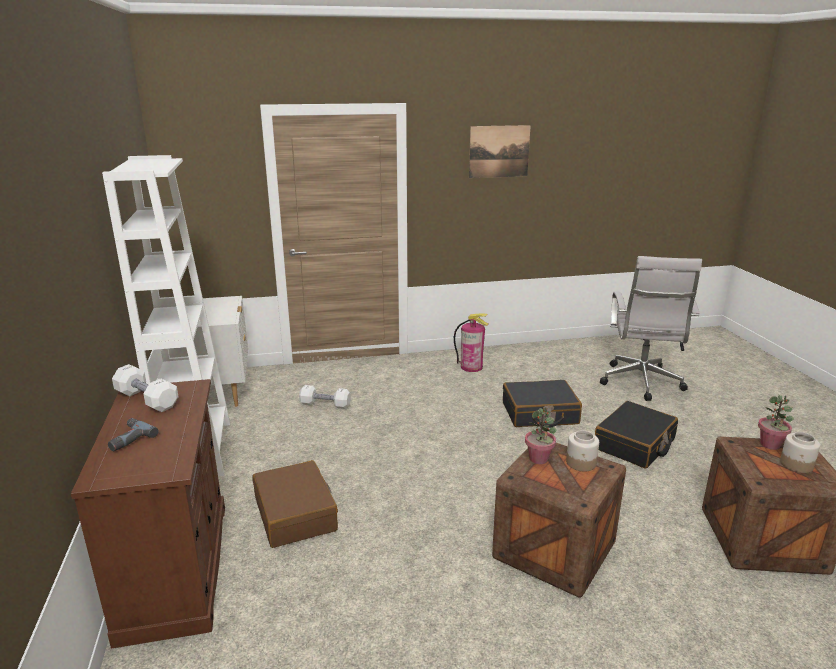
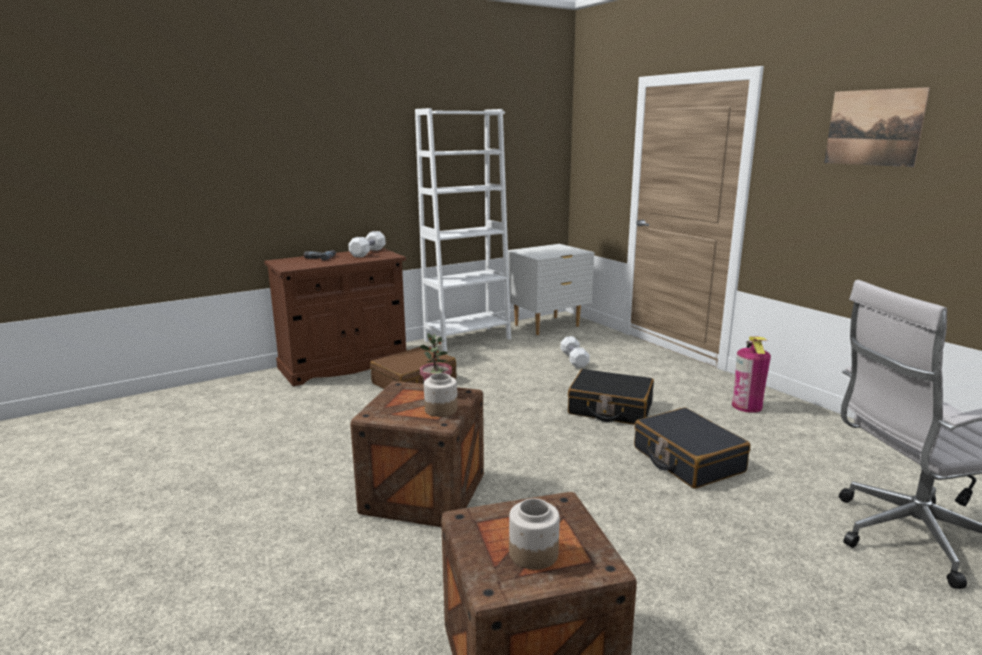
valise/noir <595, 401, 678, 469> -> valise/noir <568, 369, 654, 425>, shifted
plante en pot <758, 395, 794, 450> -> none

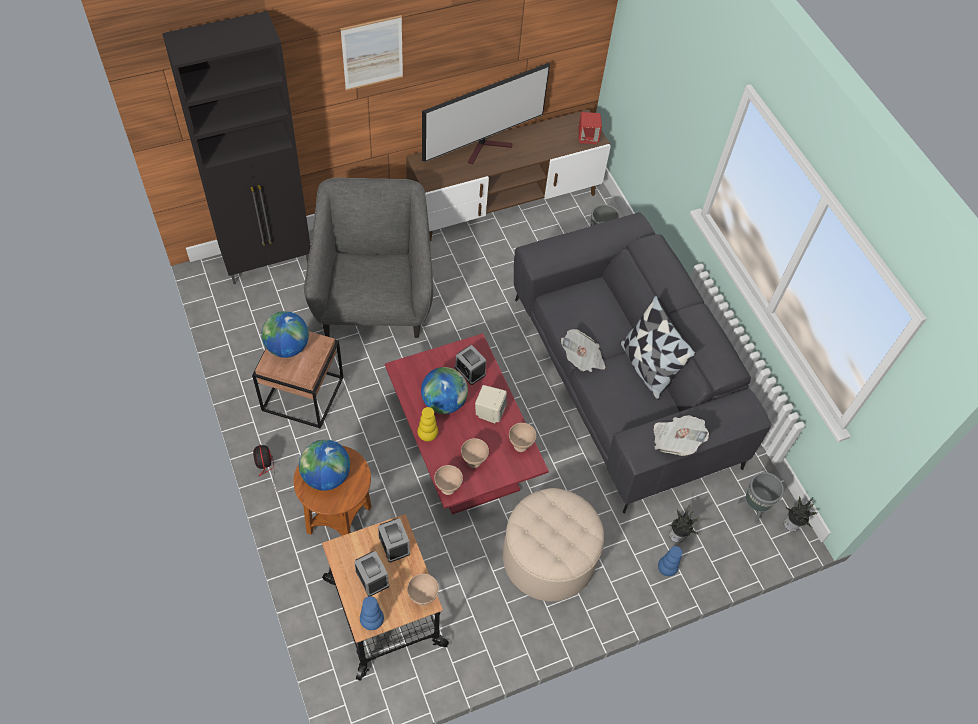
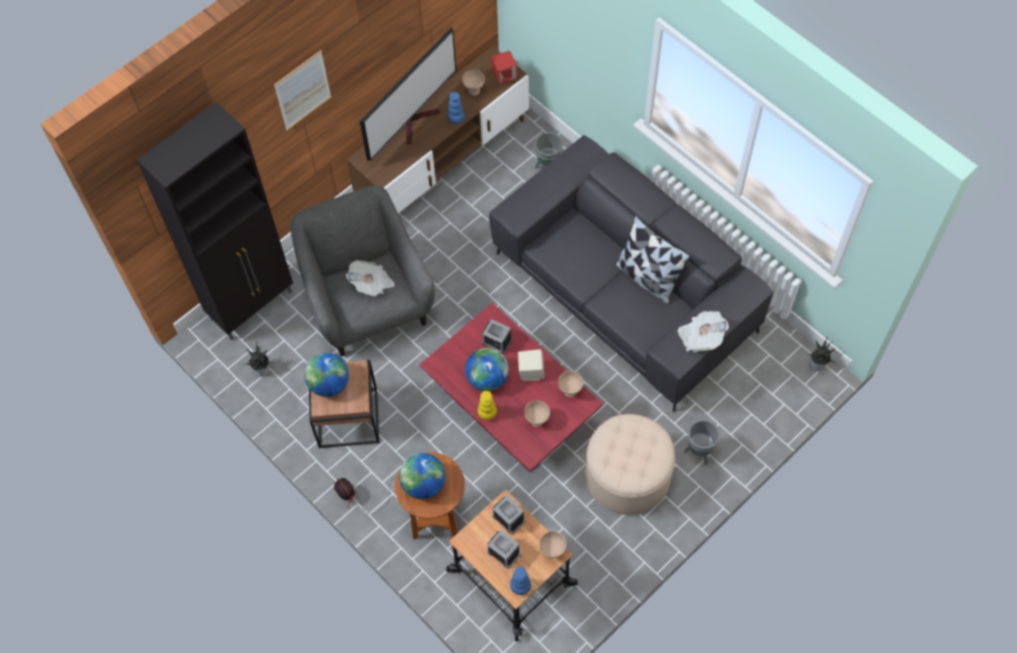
plante en pot <669, 505, 700, 543> -> plante en pot <243, 342, 273, 377>, shifted
journal <561, 329, 606, 372> -> journal <346, 260, 395, 296>, shifted
vase/bleu <658, 546, 683, 576> -> vase/bleu <447, 92, 465, 124>, shifted
bol/beige <434, 465, 463, 495> -> bol/beige <462, 70, 485, 96>, shifted
cache-pot/gris <738, 472, 784, 523> -> cache-pot/gris <684, 420, 720, 465>, shifted

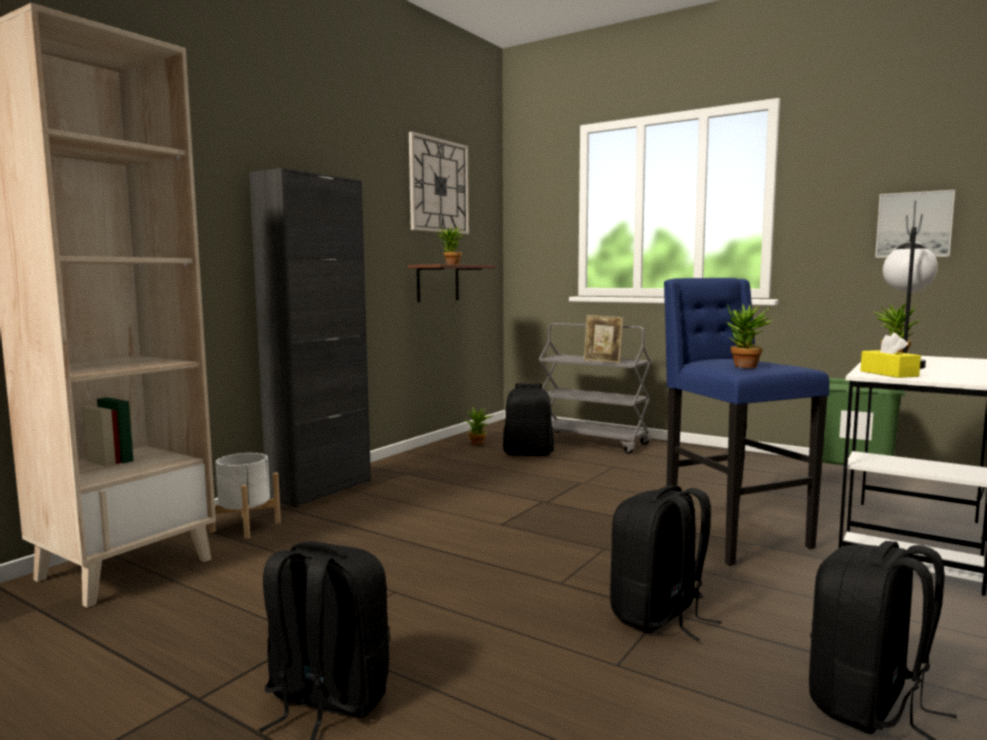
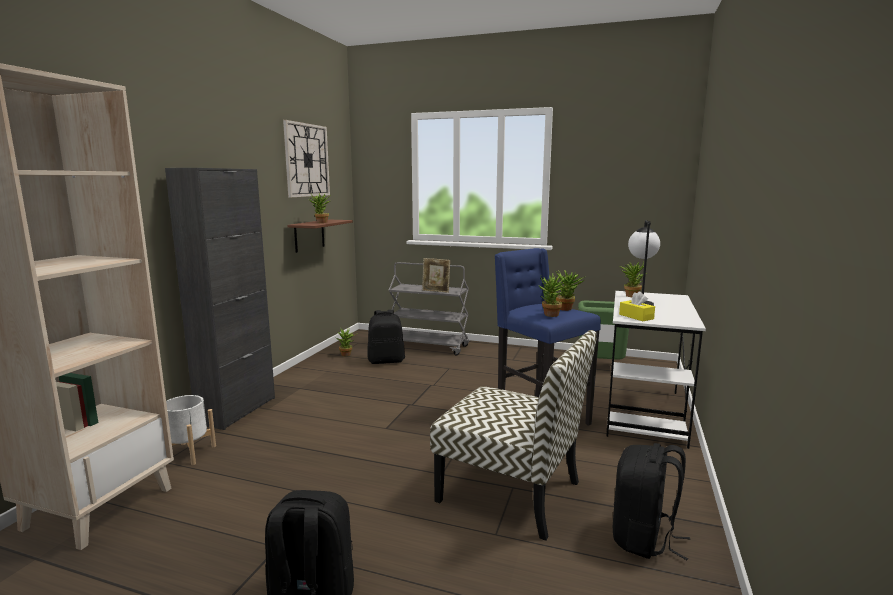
sac à dos/noir <610, 486, 721, 641> -> chaise <430, 330, 597, 541>
none -> plante en pot <556, 270, 586, 311>
tableau <875, 190, 955, 258> -> none

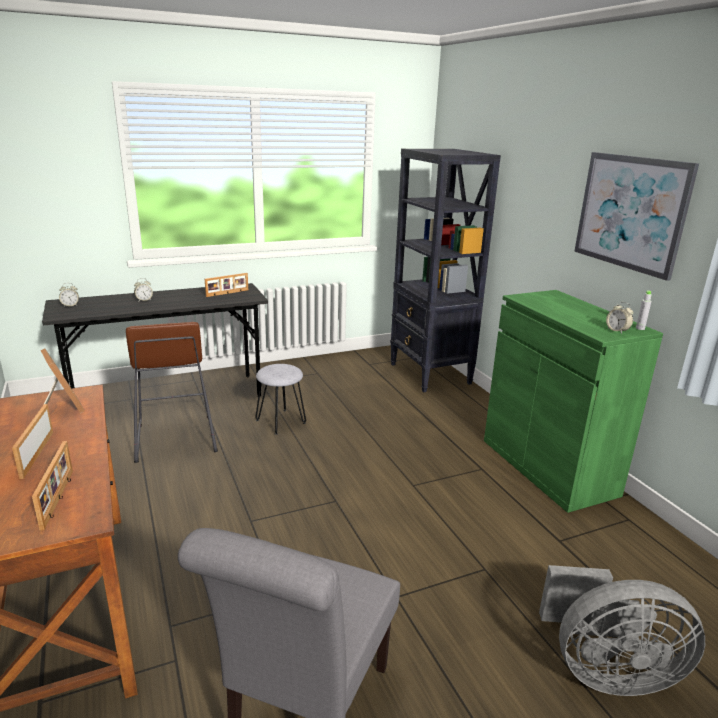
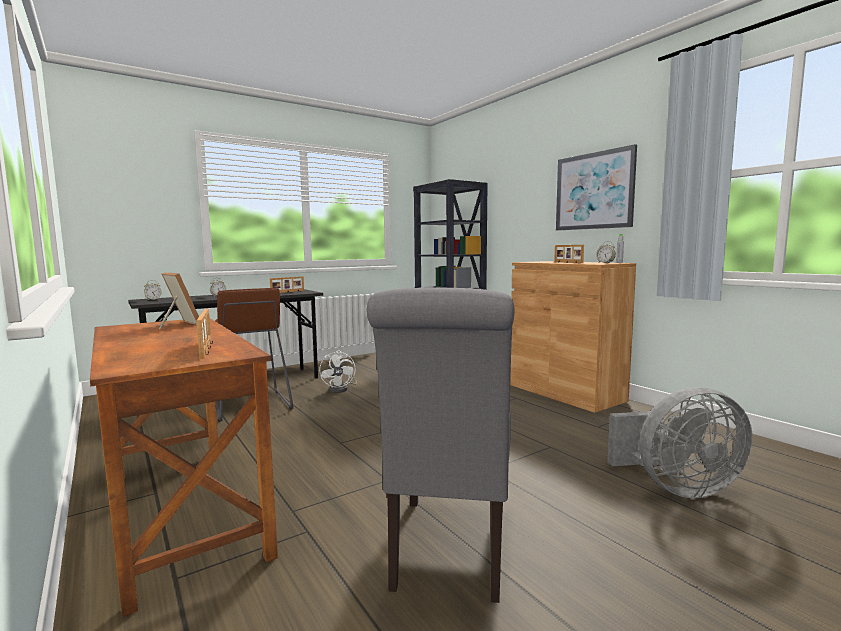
tabouret/gris <255, 364, 306, 435> -> ventilateur/blanc <319, 351, 357, 393>
meuble de rangement/vert <484, 290, 663, 513> -> meuble de rangement/marron <510, 261, 636, 413>
cadre photo <12, 404, 53, 479> -> cadre photo <554, 245, 584, 263>, shifted

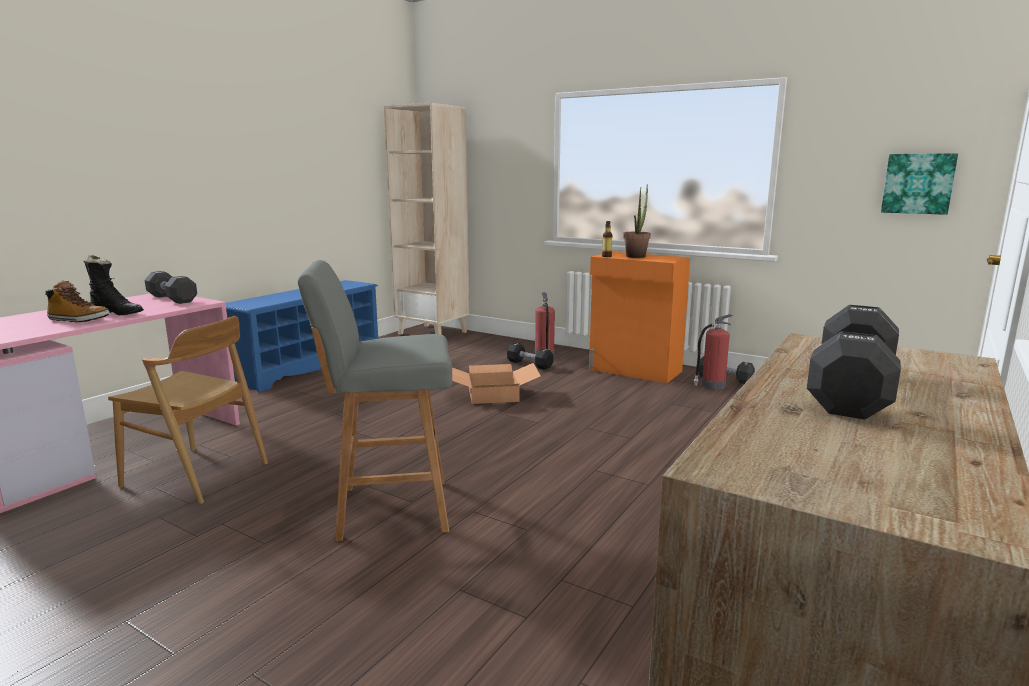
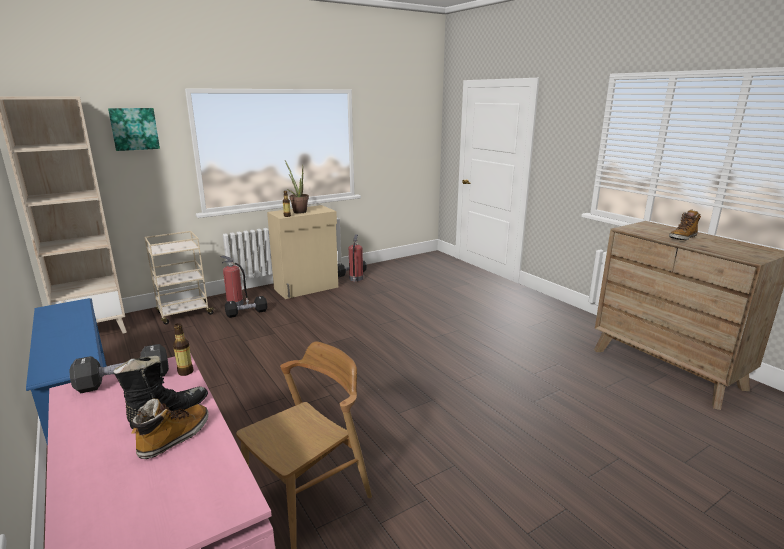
tableau <881, 153, 958, 215> -> tableau <108, 108, 160, 151>, shifted
none -> chariot/beige <144, 231, 216, 324>
none -> bouteille <173, 323, 193, 376>
meuble de rangement/orange <589, 252, 690, 383> -> meuble de rangement/beige <267, 205, 338, 299>
haltère/noir <807, 305, 901, 420> -> botte <669, 210, 701, 240>
tabouret/gris <298, 260, 452, 541> -> none
carton <452, 363, 541, 404> -> none

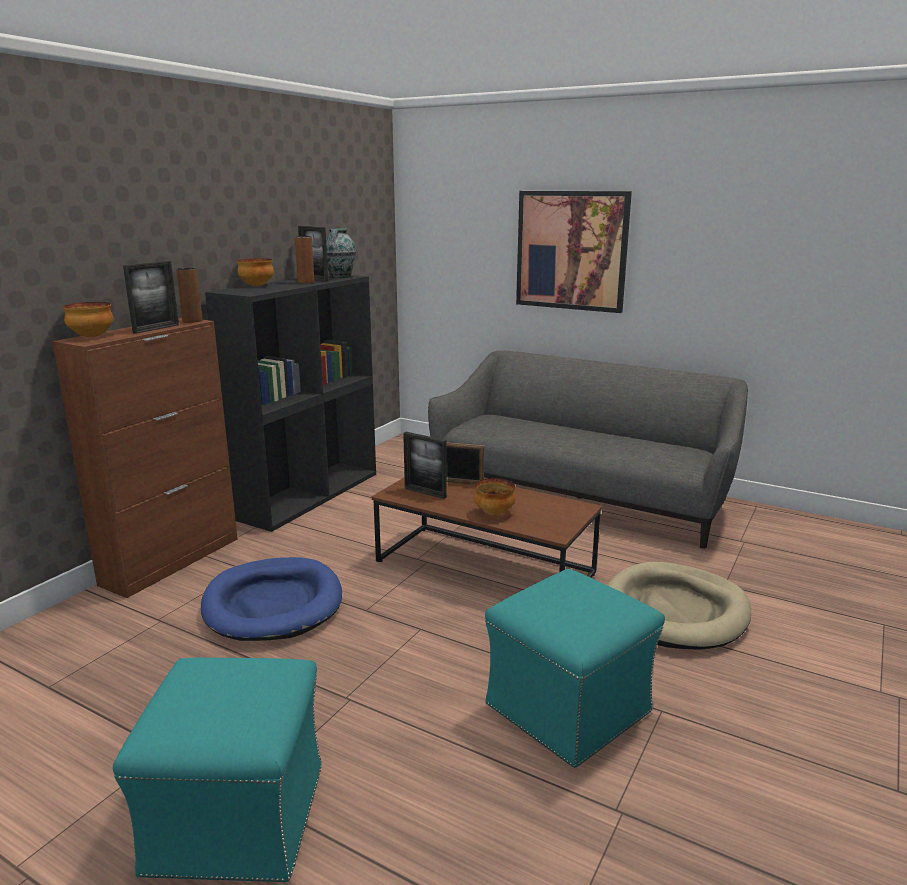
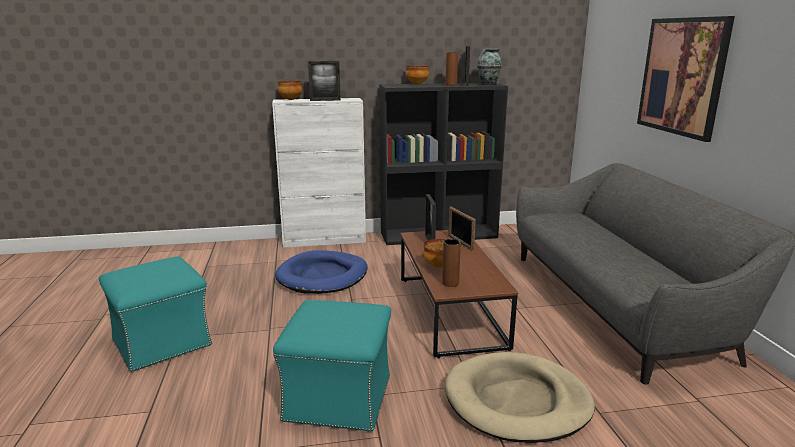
meuble de rangement/marron <52, 318, 238, 598> -> meuble de rangement/blanc <272, 98, 366, 248>
vase/marron <176, 268, 202, 323> -> vase/marron <442, 239, 461, 287>, shifted

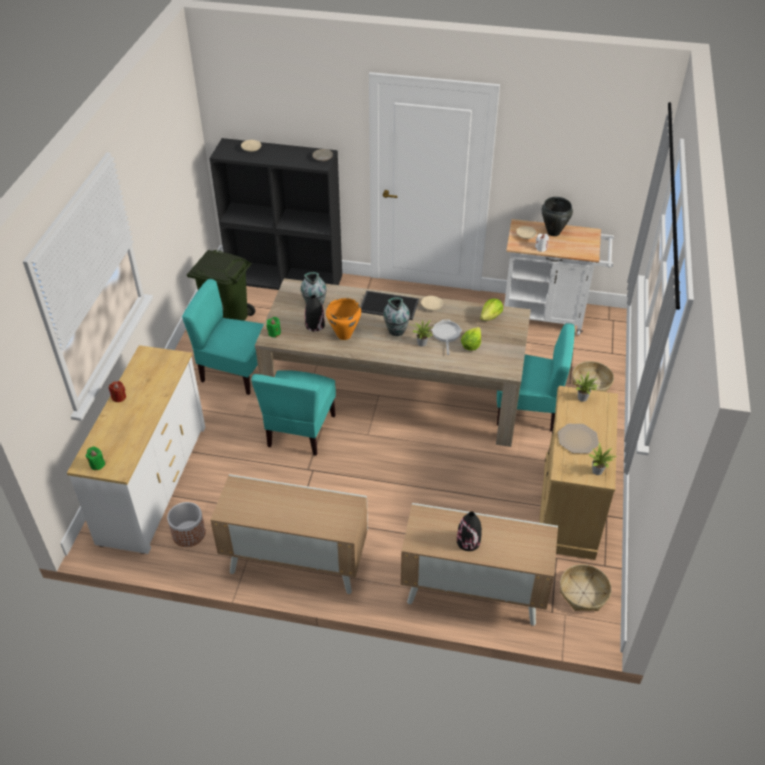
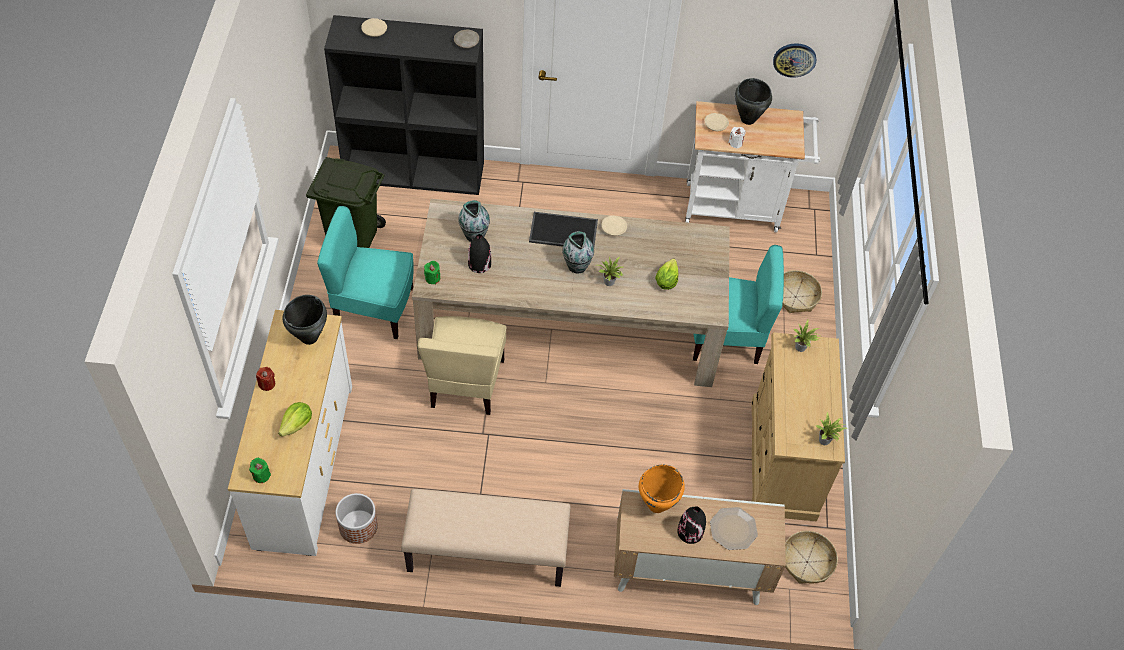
laitue <480, 299, 503, 321> -> laitue <278, 402, 312, 437>, shifted
none -> marmite/noir <283, 295, 327, 345>
meuble de rangement <211, 474, 368, 594> -> banc/beige <401, 489, 571, 587>
chaise/turquoise <251, 370, 336, 456> -> chaise/beige <418, 316, 507, 415>
marmite/orange <326, 298, 361, 340> -> marmite/orange <639, 465, 685, 513>, shifted
assiette <558, 424, 599, 453> -> assiette <710, 507, 758, 550>, shifted
none -> horloge murale <773, 43, 816, 78>
poêle <431, 319, 462, 355> -> none

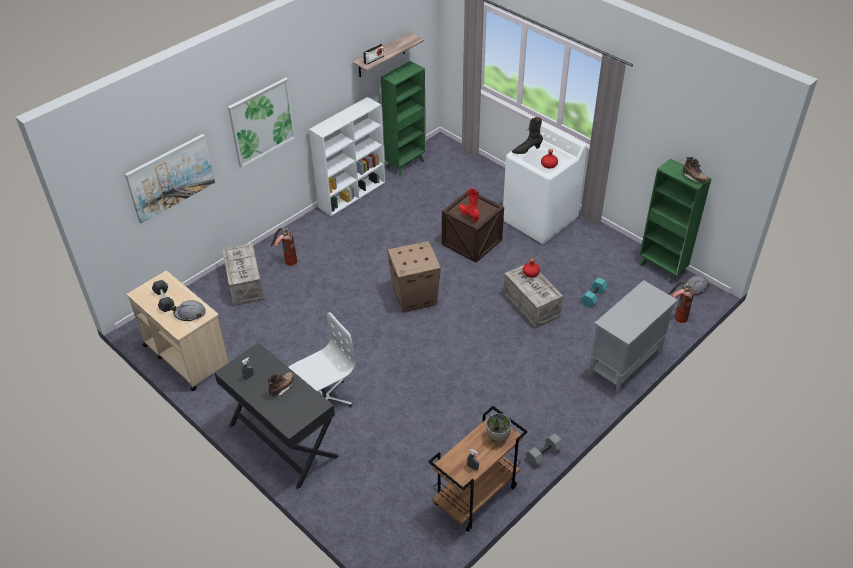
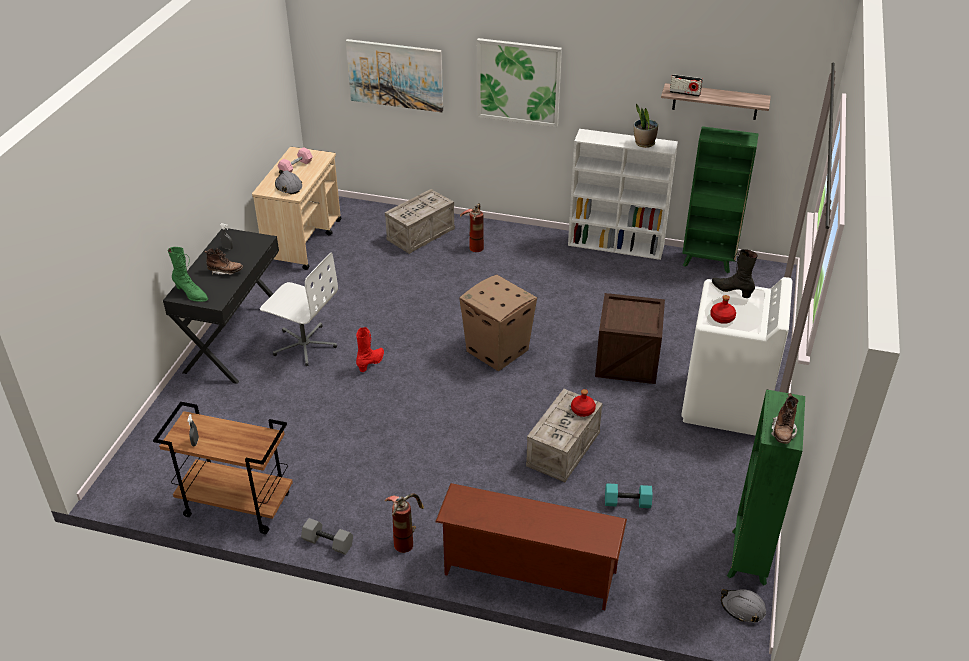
none -> botte/vert <168, 247, 208, 302>
haltère/gris <152, 280, 174, 312> -> haltère/rose <278, 147, 313, 172>
botte/rouge <459, 188, 480, 222> -> botte/rouge <356, 327, 384, 372>, shifted
extincteur <667, 281, 694, 323> -> extincteur <385, 493, 424, 553>, shifted
meuble de rangement/gris <588, 280, 678, 395> -> étagère à chaussures/marron <435, 483, 627, 610>
plante en pot <486, 413, 511, 444> -> plante en pot <634, 103, 658, 148>, shifted

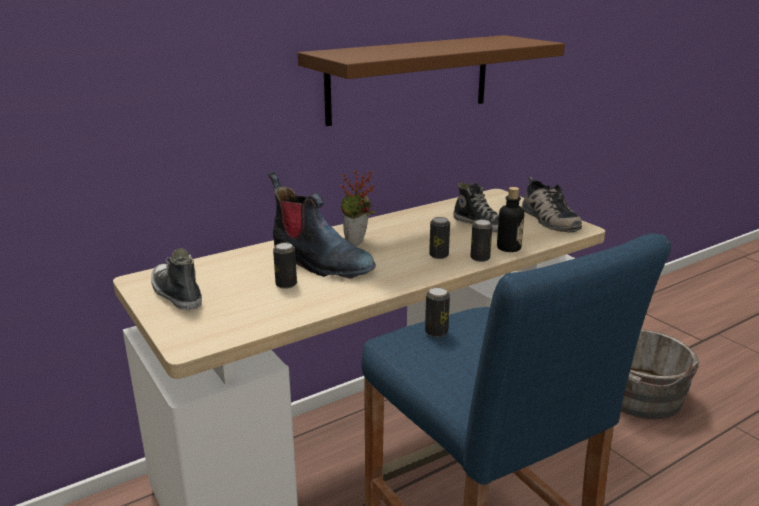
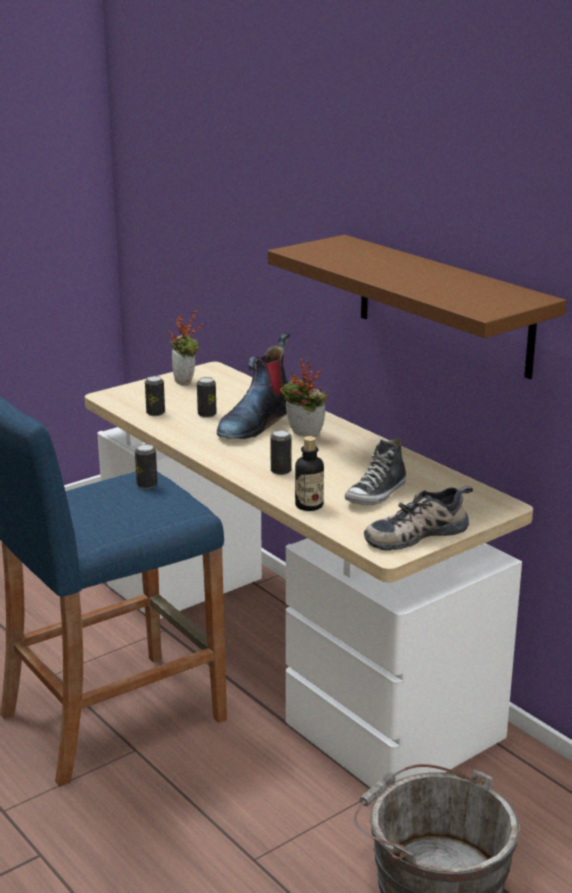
boîte métallique <470, 219, 492, 262> -> boîte métallique <145, 376, 165, 416>, shifted
chaussure <151, 248, 202, 310> -> plante en pot <168, 309, 204, 386>

